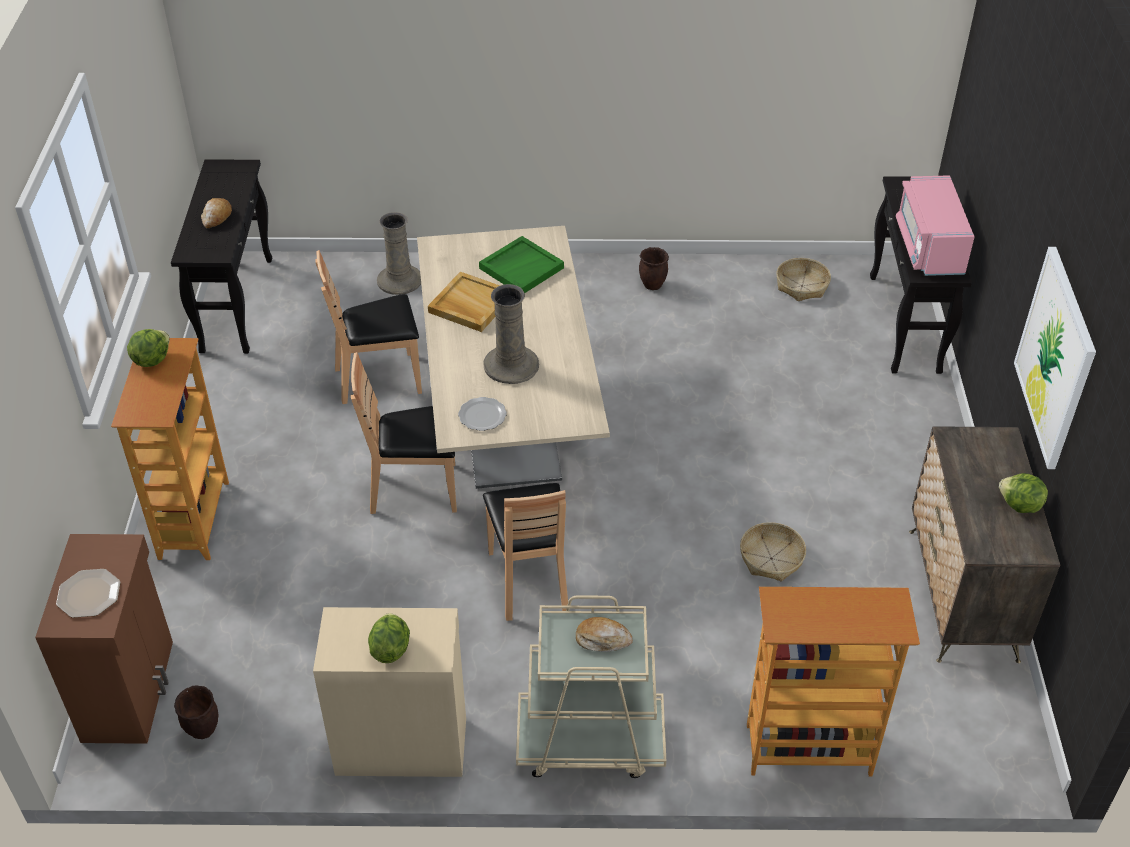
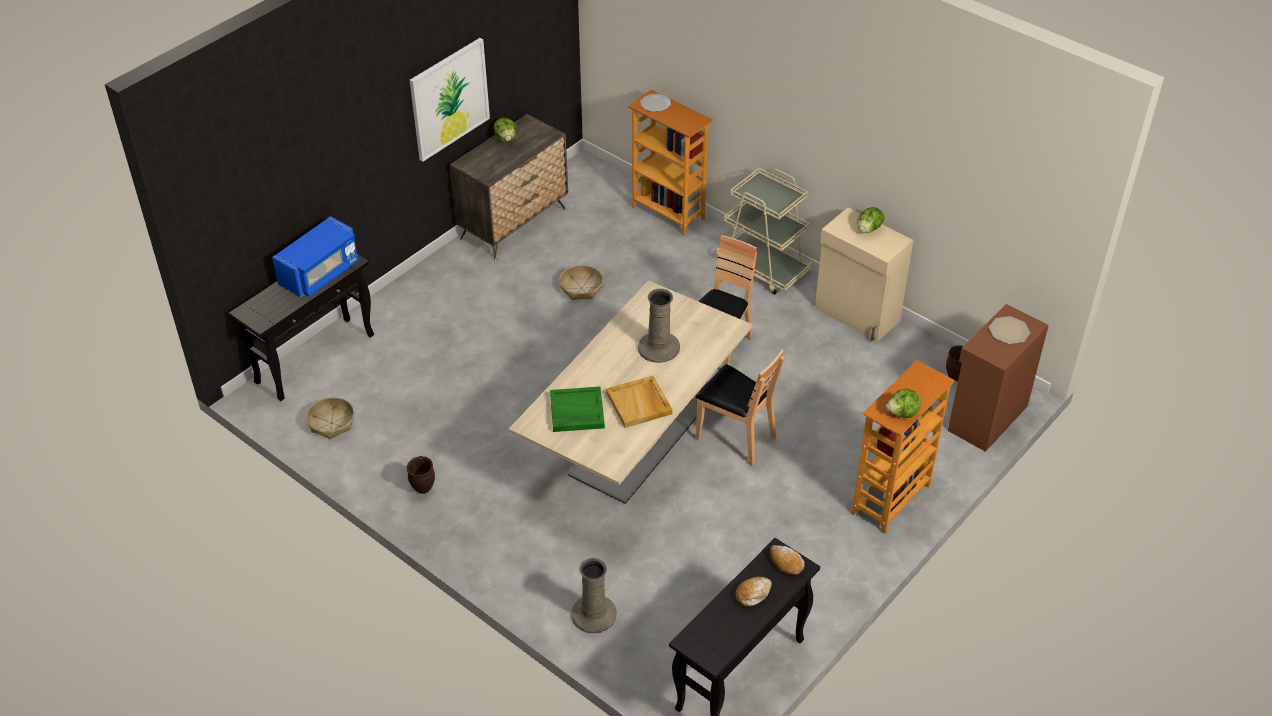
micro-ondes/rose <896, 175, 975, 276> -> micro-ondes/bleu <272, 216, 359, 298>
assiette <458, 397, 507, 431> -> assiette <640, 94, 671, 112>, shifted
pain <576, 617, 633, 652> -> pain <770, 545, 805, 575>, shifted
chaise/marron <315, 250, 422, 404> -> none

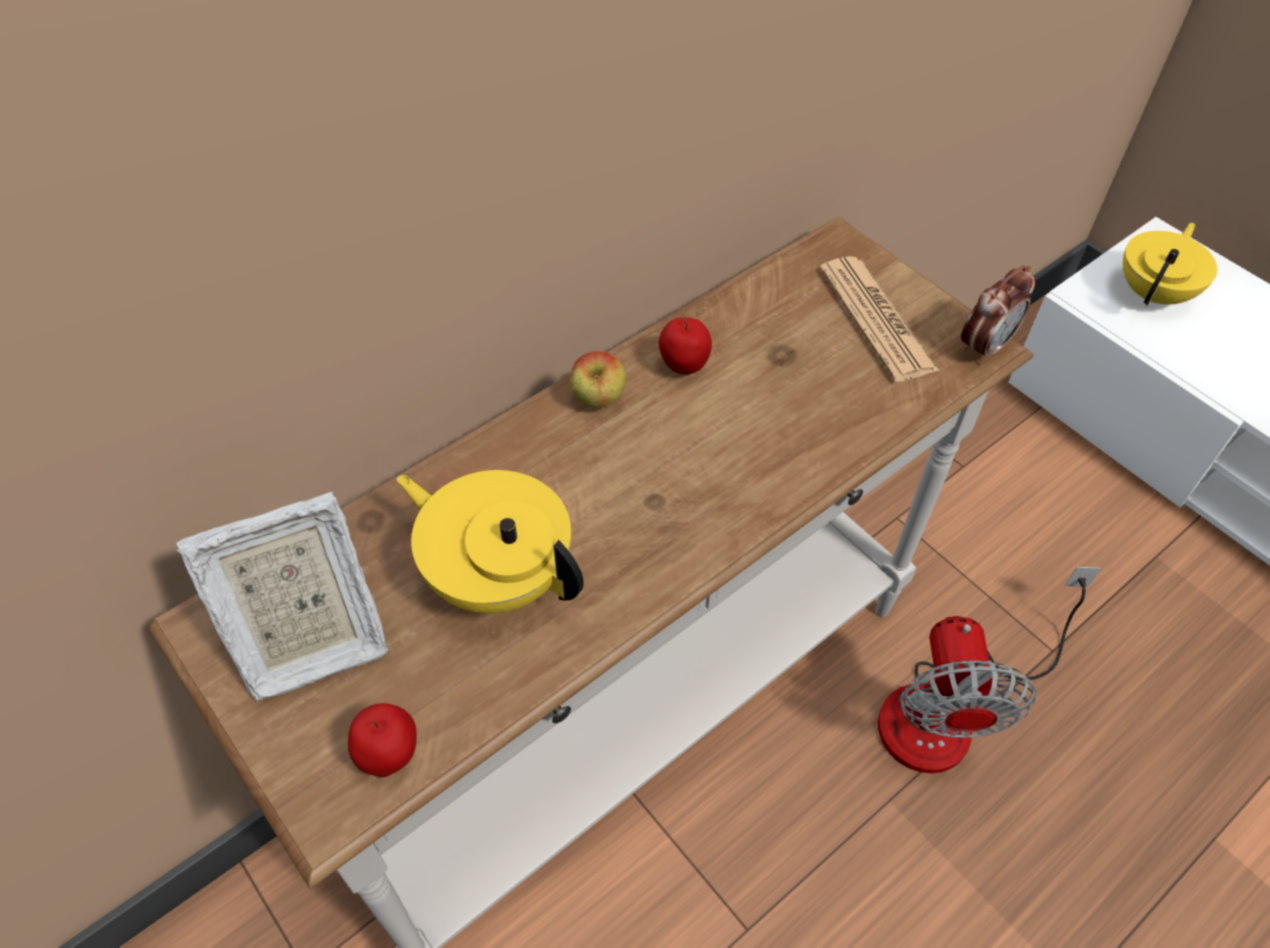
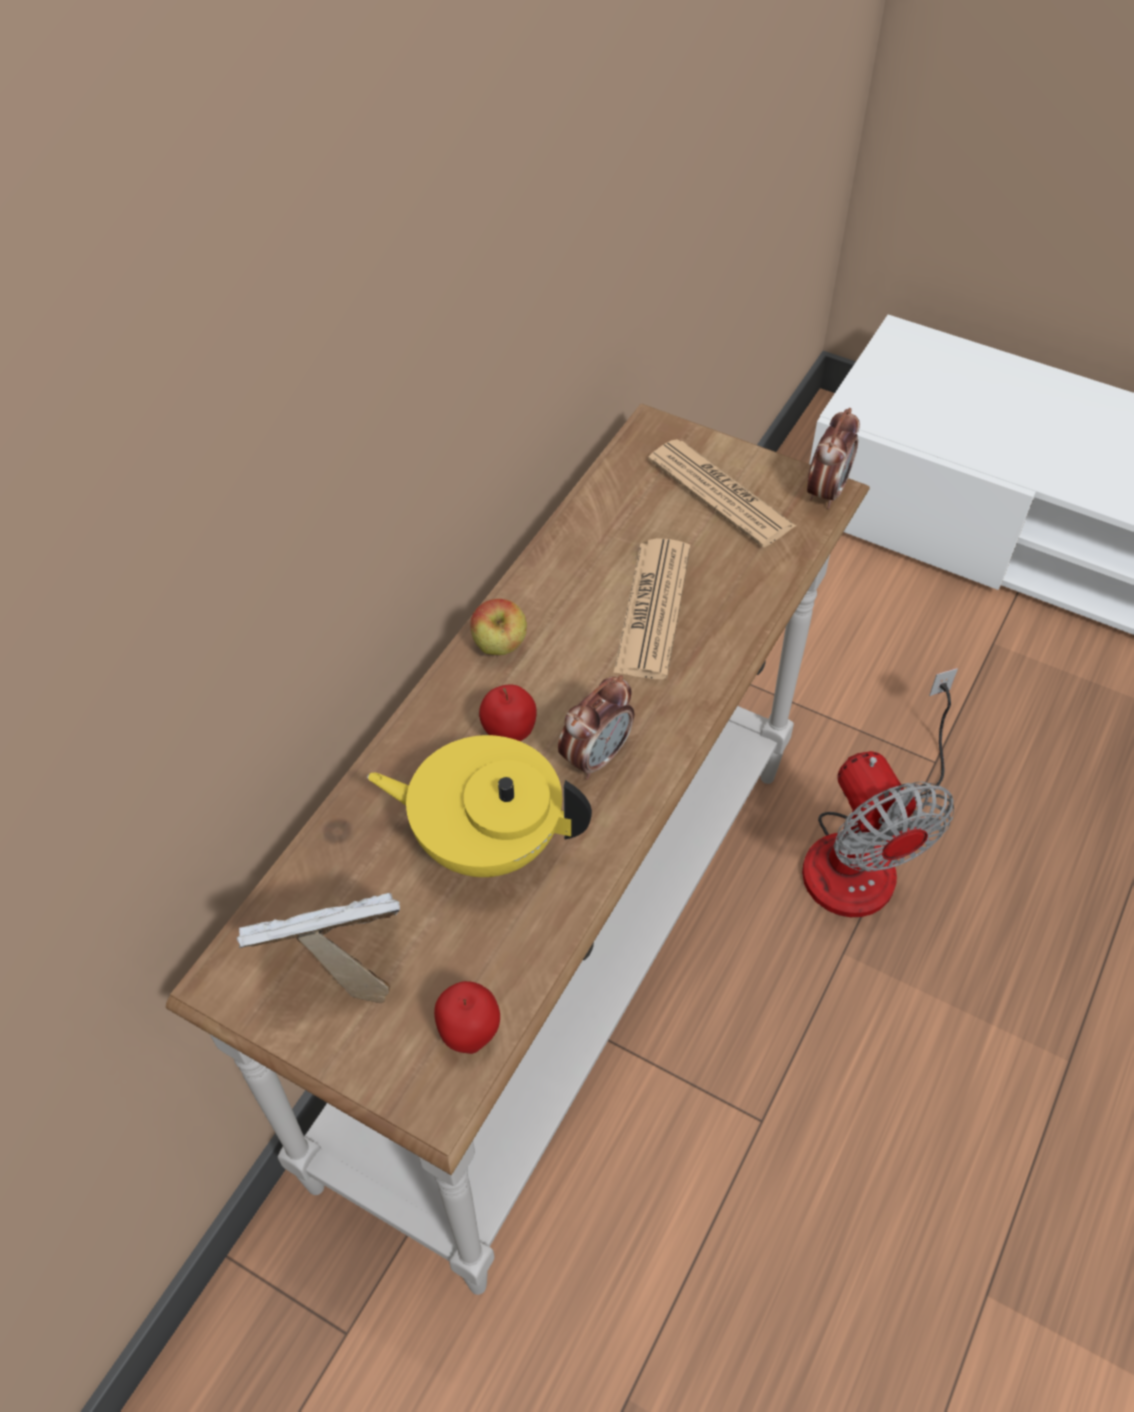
cadre photo <176, 492, 388, 701> -> cadre photo <237, 893, 400, 1003>, 150 degrees counterclockwise
pomme <659, 316, 712, 374> -> pomme <479, 685, 537, 741>, shifted
none -> réveil <558, 675, 634, 780>
none -> journal <613, 538, 690, 679>
théière/jaune <1123, 223, 1217, 306> -> none

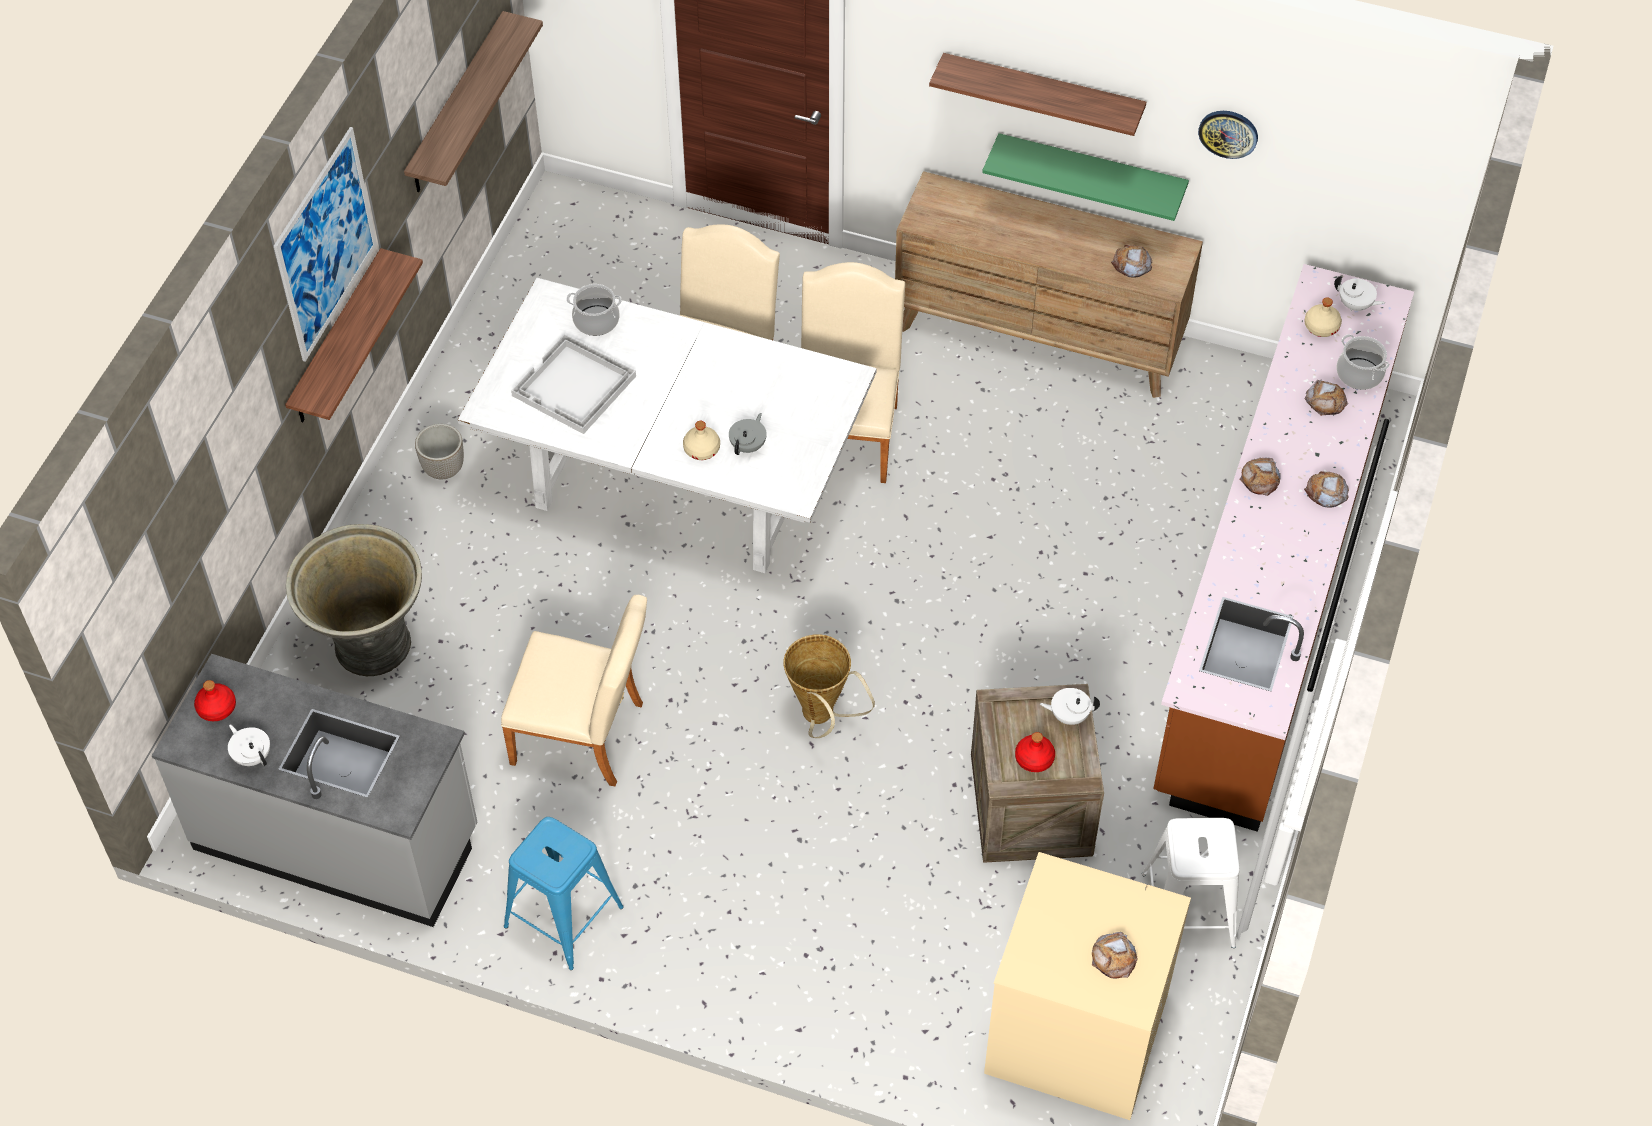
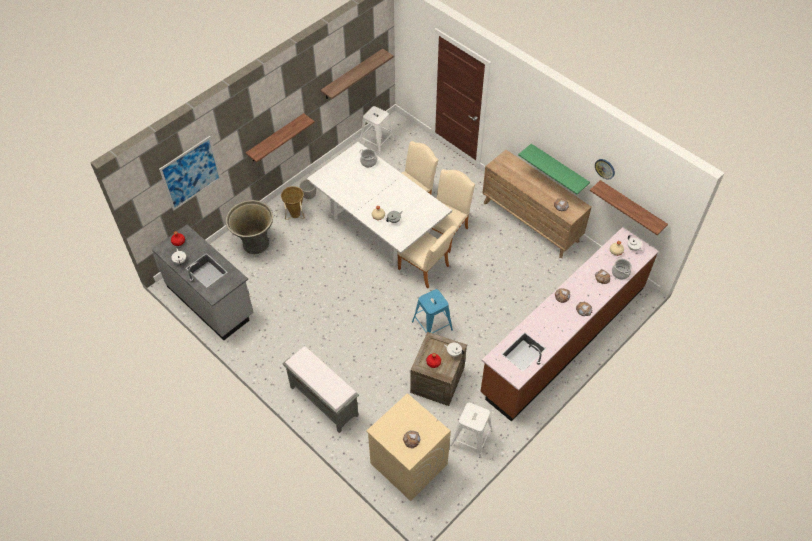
tableau <274, 127, 377, 362> -> tableau <159, 136, 221, 211>, shifted
panier <783, 634, 875, 738> -> panier <281, 186, 305, 220>, shifted
none -> banc/gris <283, 346, 359, 433>
none -> tabouret/blanc <360, 106, 395, 156>
chaise/beige <501, 595, 647, 786> -> chaise/beige <397, 225, 457, 288>, shifted
tabouret/bleu <504, 817, 624, 970> -> tabouret/bleu <412, 289, 453, 333>, shifted
étagère <929, 53, 1146, 136> -> étagère <590, 180, 668, 235>, shifted
plateau/blanc <511, 334, 636, 434> -> none

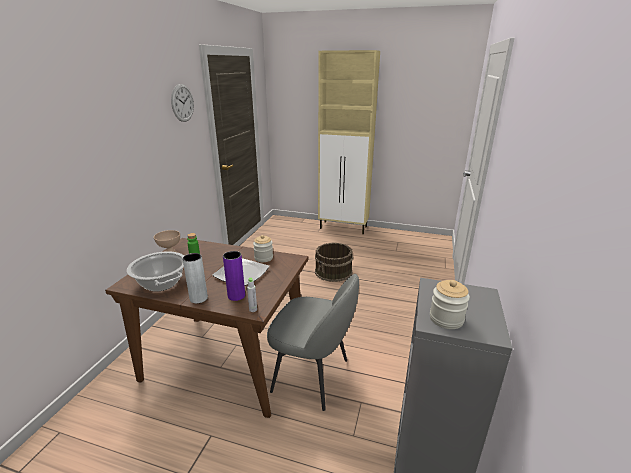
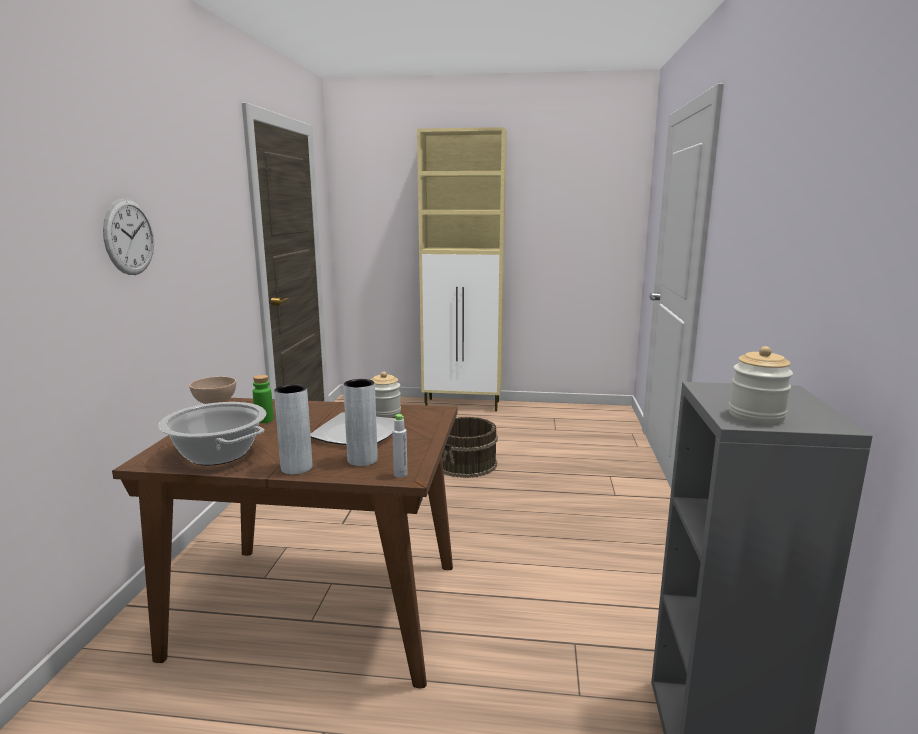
horloge murale <171, 84, 194, 122> -> horloge murale <103, 198, 154, 275>, shifted
vase/violet <223, 251, 245, 301> -> vase/gris <343, 379, 378, 466>
chaise/gris <267, 274, 359, 411> -> none

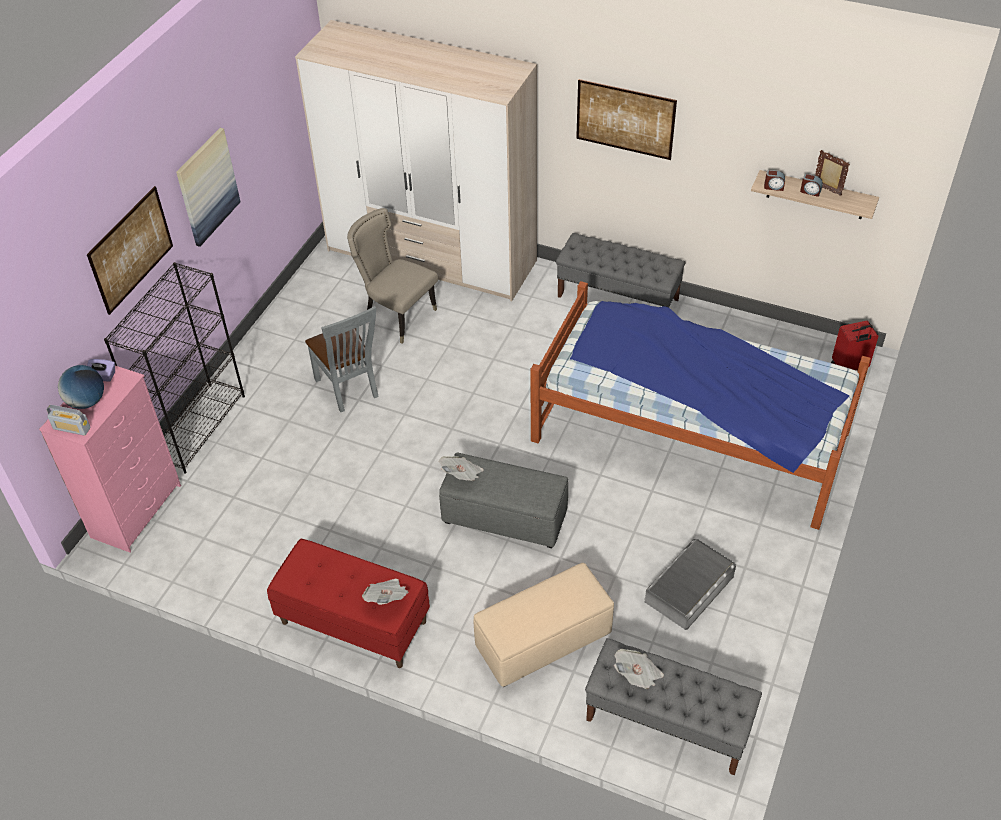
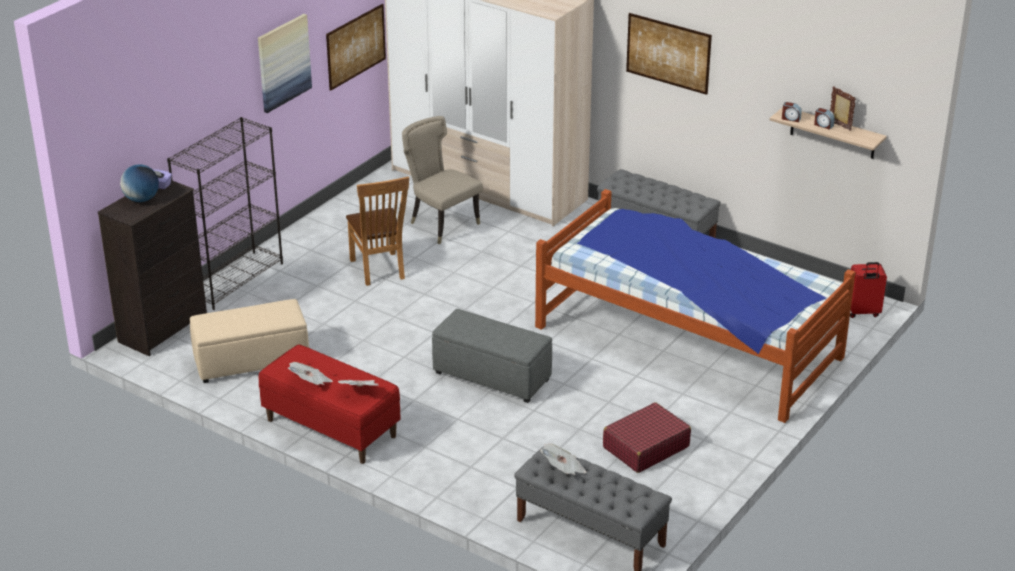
commode/rose <39, 366, 181, 552> -> commode/noir <98, 180, 207, 356>
pouf/beige <474, 563, 614, 687> -> pouf/beige <190, 299, 309, 383>, shifted
journal <439, 456, 484, 481> -> journal <288, 362, 333, 385>, shifted
tableau <87, 186, 173, 315> -> tableau <326, 4, 386, 91>, shifted
chaise/gris <305, 306, 379, 412> -> chaise/marron <346, 176, 409, 286>
boîte de rangement/gris <645, 539, 736, 630> -> valise/rouge <603, 402, 691, 473>
radio <47, 405, 91, 436> -> none

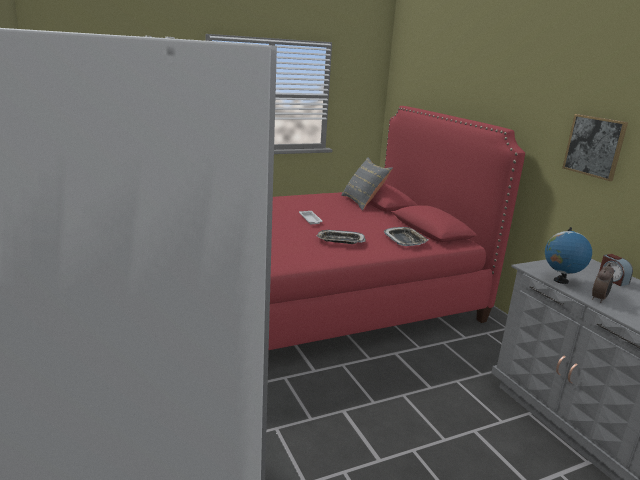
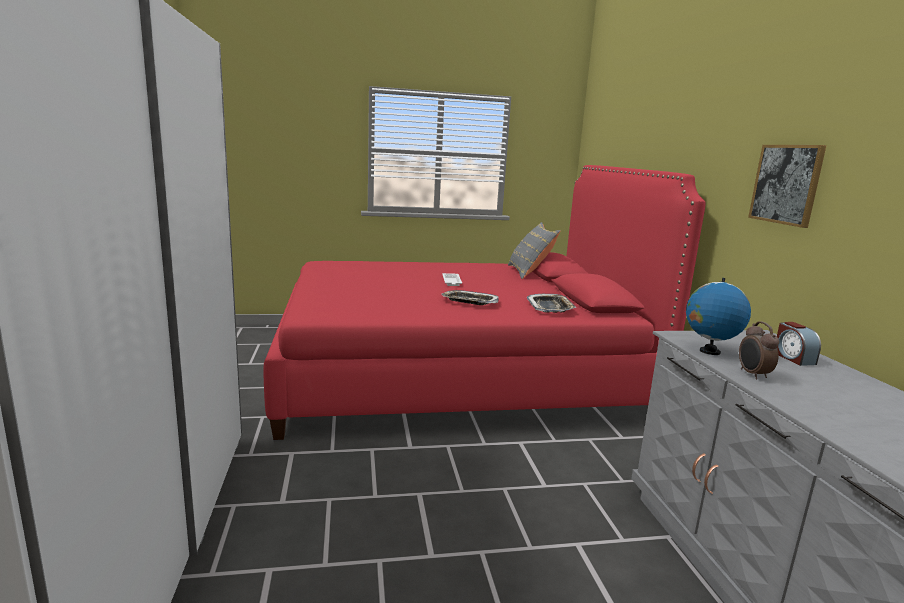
réveil <592, 263, 614, 303> -> réveil <739, 321, 779, 380>, 120 degrees clockwise

